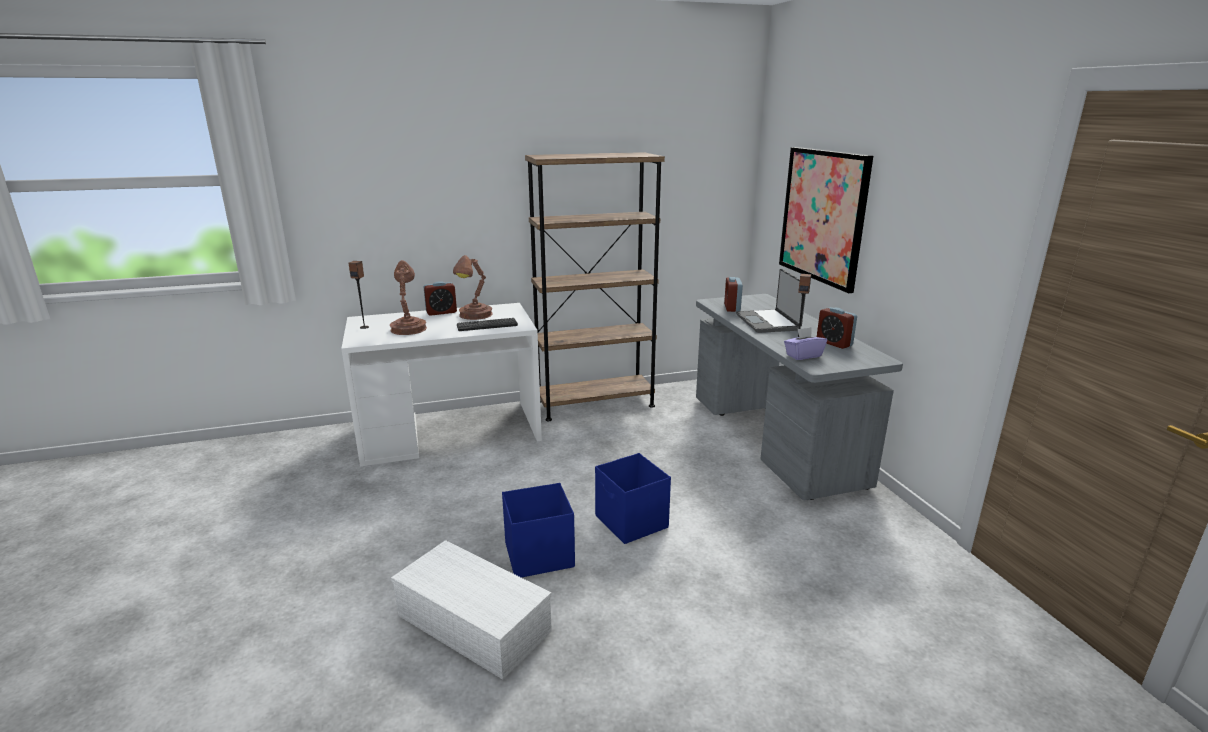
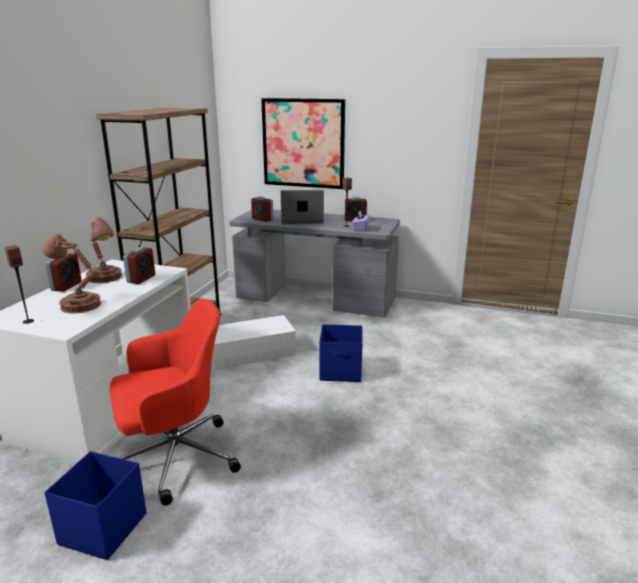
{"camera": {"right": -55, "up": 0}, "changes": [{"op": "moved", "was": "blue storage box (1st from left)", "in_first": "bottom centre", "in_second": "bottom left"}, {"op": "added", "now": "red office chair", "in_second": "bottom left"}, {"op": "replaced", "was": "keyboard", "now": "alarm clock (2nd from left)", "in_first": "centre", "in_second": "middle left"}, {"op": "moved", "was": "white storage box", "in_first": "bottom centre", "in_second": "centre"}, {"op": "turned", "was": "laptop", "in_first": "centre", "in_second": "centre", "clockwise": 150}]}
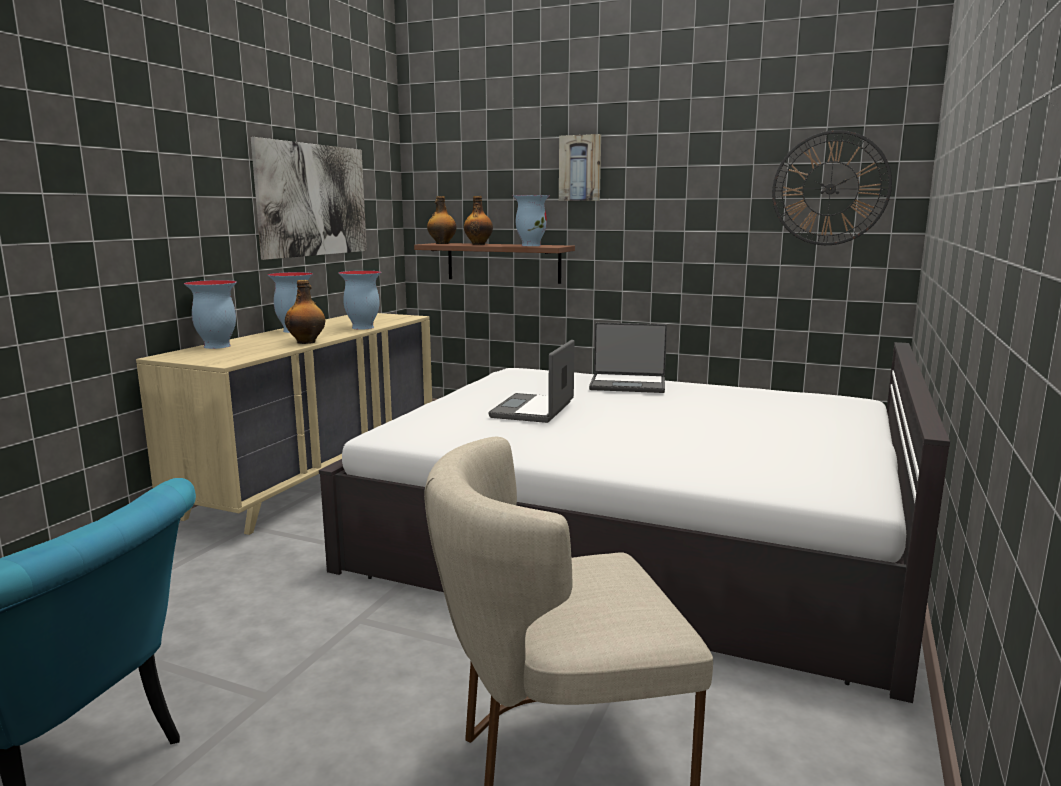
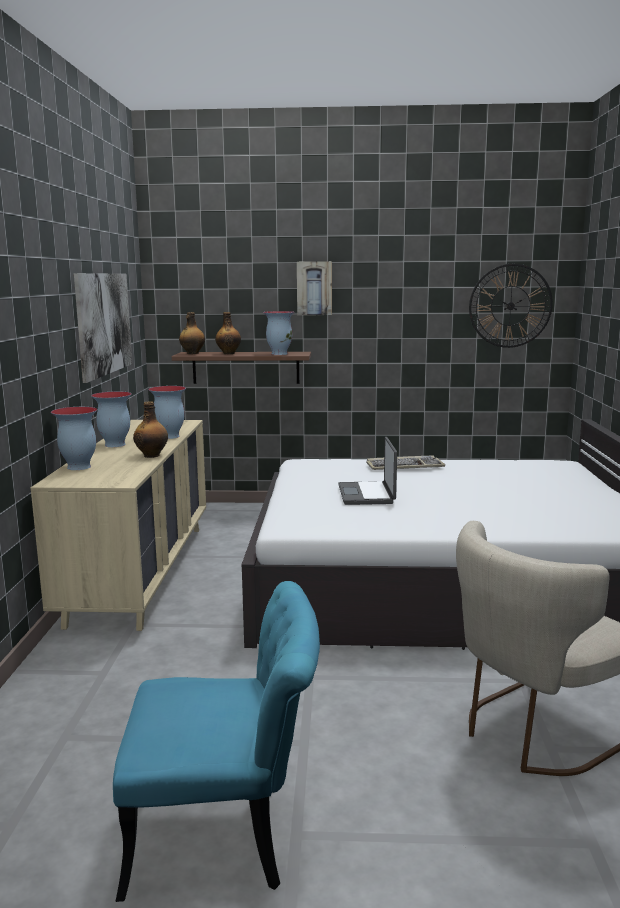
{"camera": {"right": -20, "up": 0}, "changes": [{"op": "replaced", "was": "laptop (2nd from left)", "now": "keyboard", "in_first": "centre", "in_second": "centre"}]}
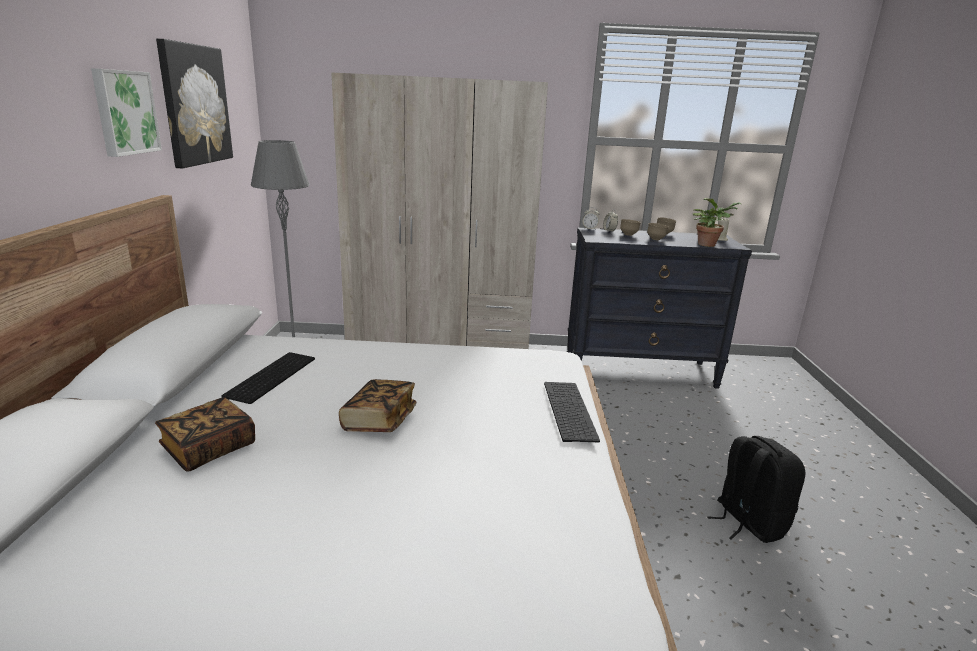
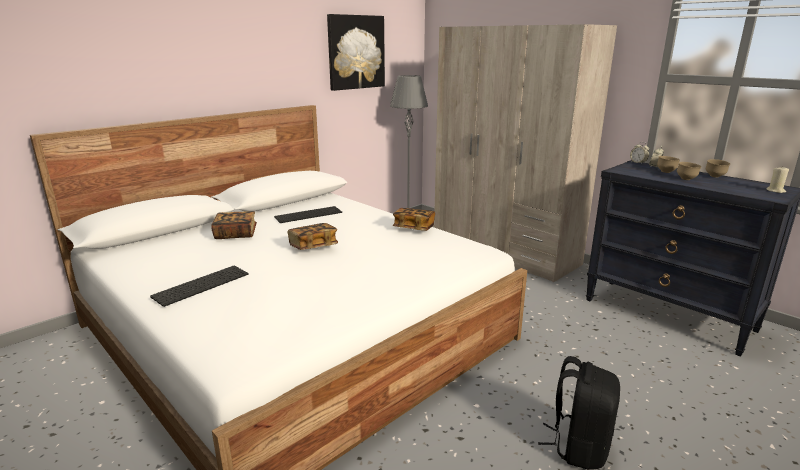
{"camera": {"right": 45, "up": 0}, "changes": [{"op": "moved", "was": "keyboard (2nd from left in the first image)", "now": "keyboard (1st from left)", "in_first": "centre", "in_second": "middle left"}, {"op": "added", "now": "book (3rd from left)", "in_second": "centre"}, {"op": "removed", "was": "picture (1st from left)", "in_first": "top left"}, {"op": "removed", "was": "potted plant", "in_first": "middle right"}]}
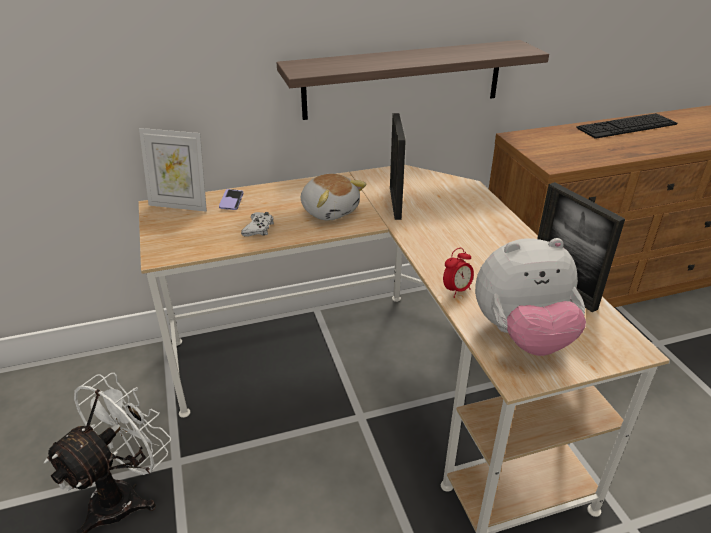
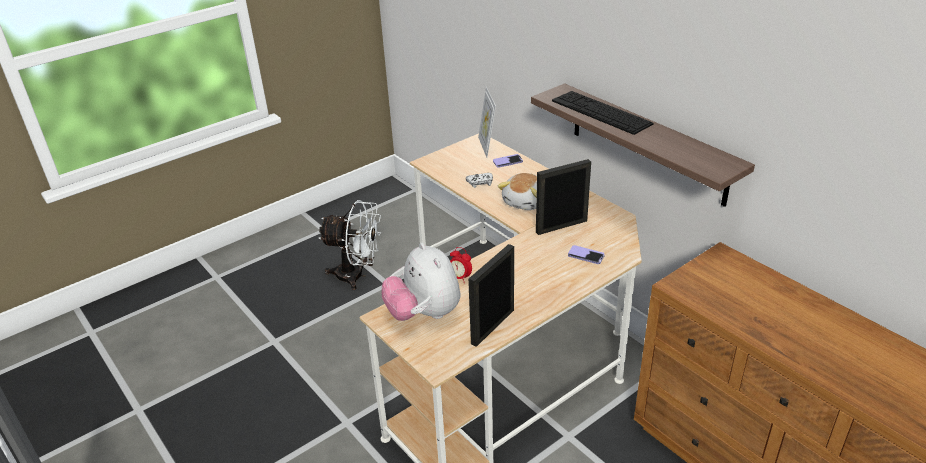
{"camera": {"right": 70, "up": 0}, "changes": [{"op": "moved", "was": "keyboard", "in_first": "top right", "in_second": "top centre"}, {"op": "added", "now": "phone (2nd from left)", "in_second": "centre"}]}
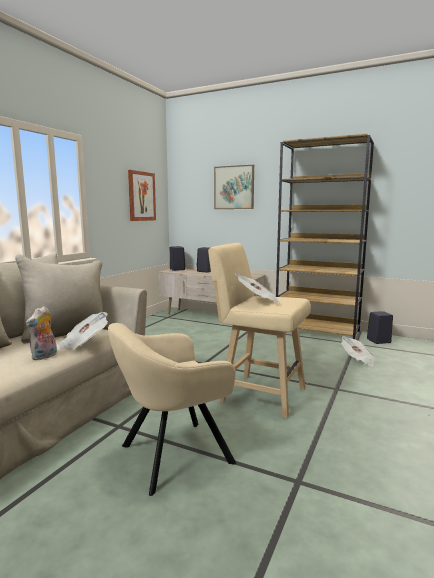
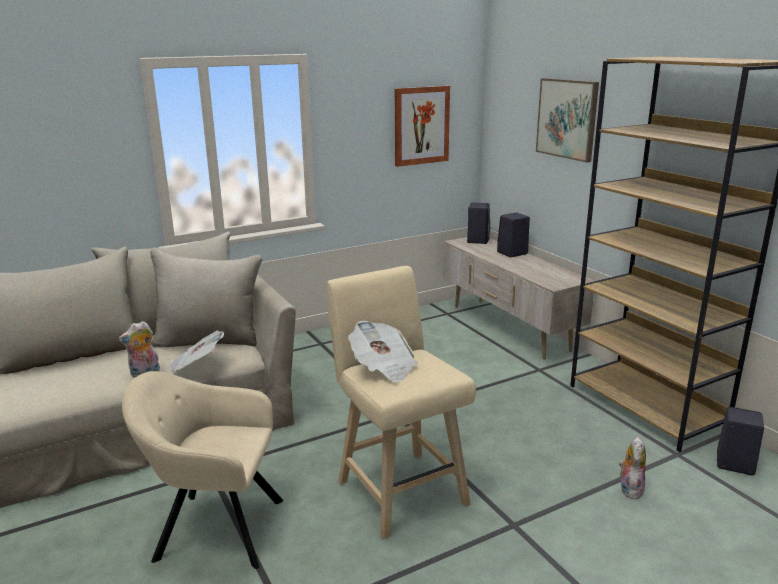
{"camera": {"right": 35, "up": 10}, "changes": [{"op": "replaced", "was": "newspaper (3rd from left)", "now": "plush toy (2nd from left)", "in_first": "middle right", "in_second": "bottom right"}]}
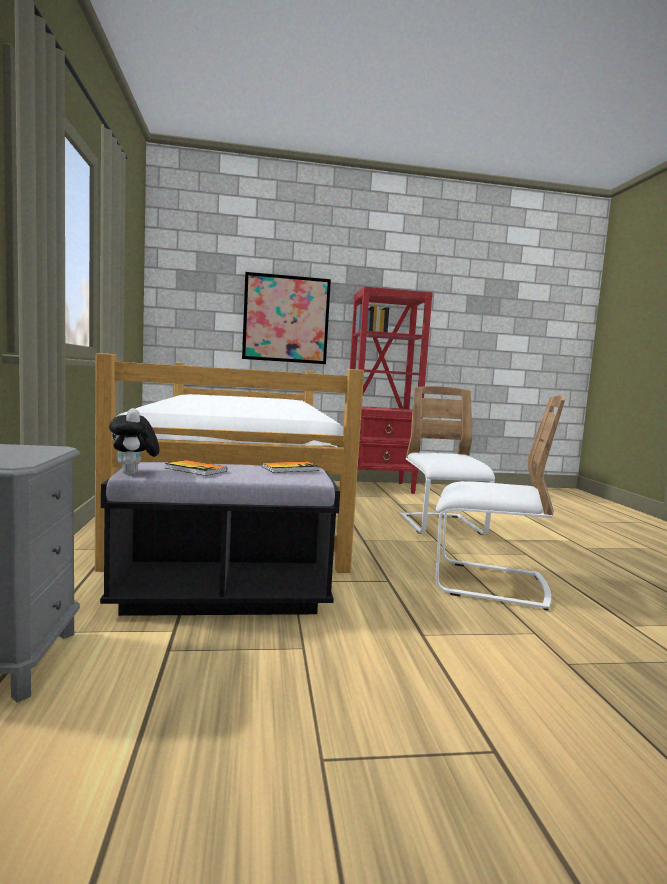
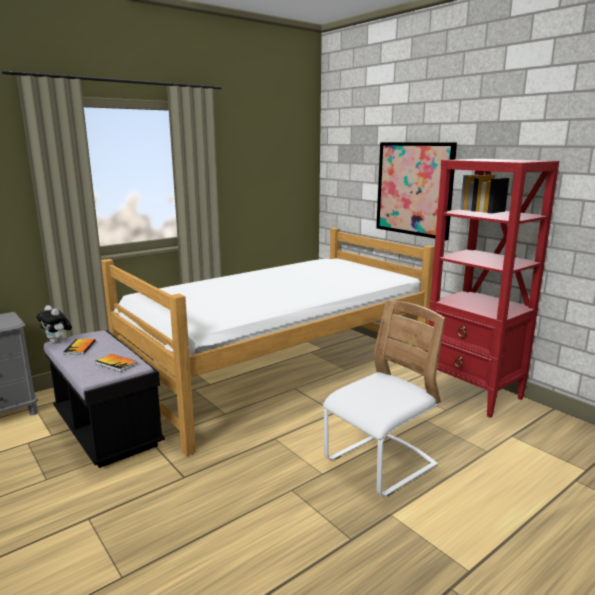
{"camera": {"right": 60, "up": 10}, "changes": [{"op": "turned", "was": "plush toy", "in_first": "middle left", "in_second": "middle left", "clockwise": -90}, {"op": "removed", "was": "white chair (2nd from left)", "in_first": "middle right"}]}
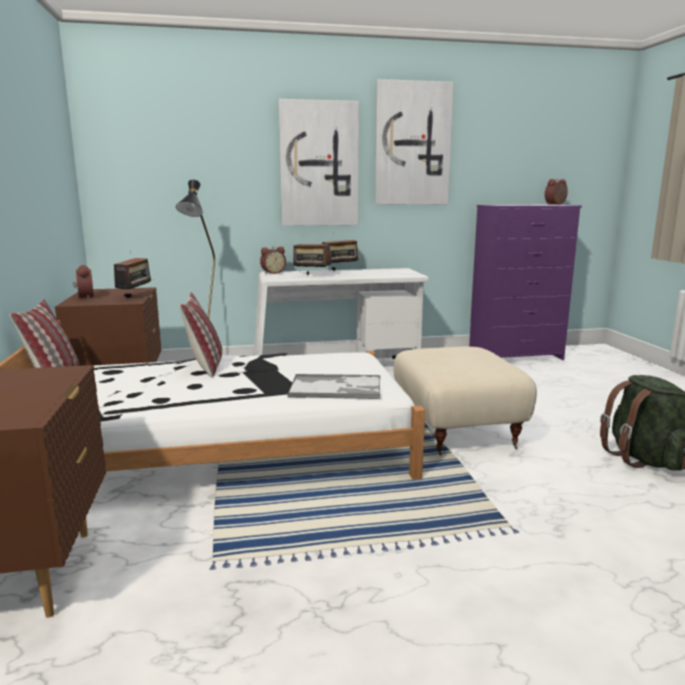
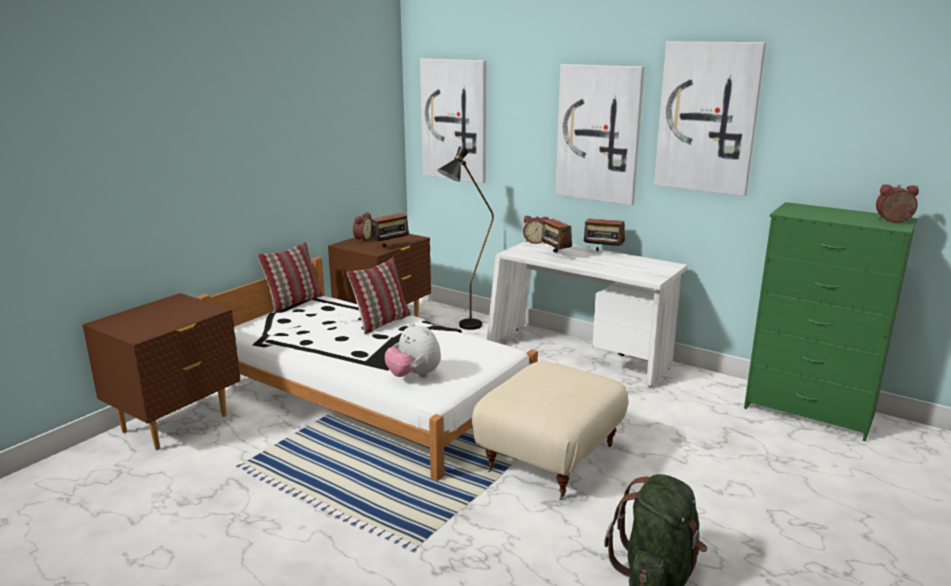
{"camera": {"right": 45, "up": 5}, "changes": [{"op": "replaced", "was": "tray", "now": "plush toy", "in_first": "centre", "in_second": "centre"}, {"op": "added", "now": "picture (1st from left)", "in_second": "top centre"}, {"op": "recoloured", "was": "purple dresser", "now": "green dresser", "in_first": "middle right", "in_second": "middle right"}]}
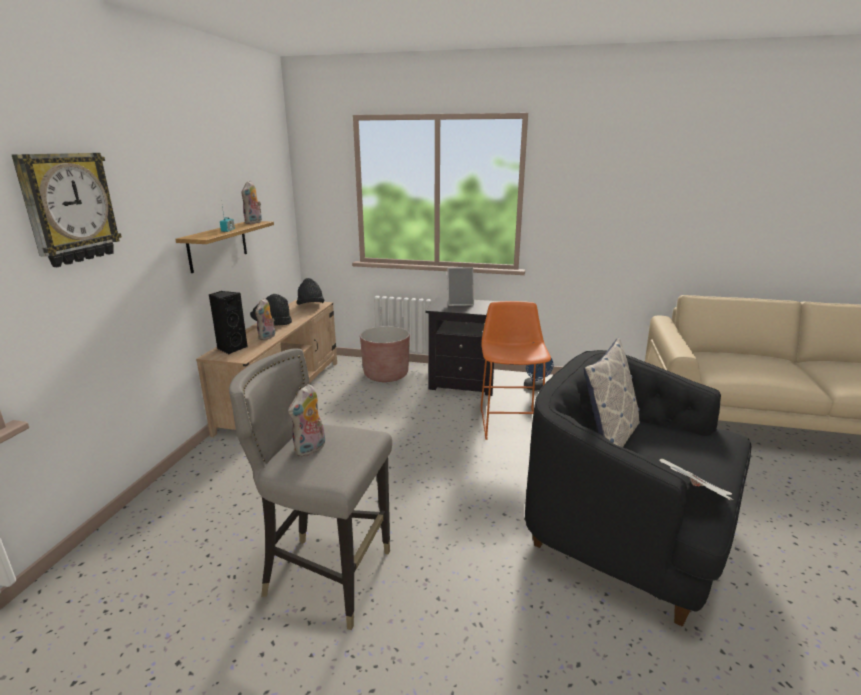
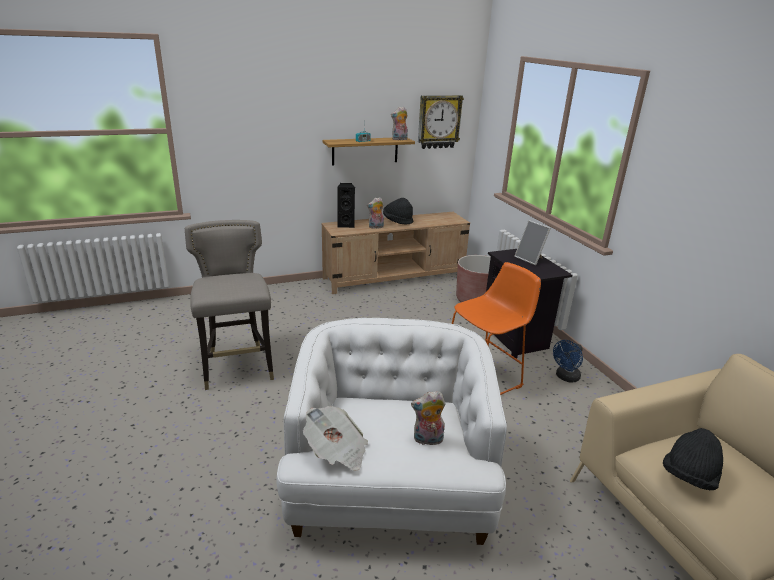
{"camera": {"right": 55, "up": 5}, "changes": [{"op": "recoloured", "was": "black armchair", "now": "white armchair", "in_first": "bottom right", "in_second": "bottom centre"}, {"op": "moved", "was": "plush toy (3rd from left)", "in_first": "centre", "in_second": "bottom centre"}, {"op": "moved", "was": "wall clock", "in_first": "top left", "in_second": "top centre"}, {"op": "moved", "was": "black hat (2nd from left)", "in_first": "centre", "in_second": "bottom right"}, {"op": "removed", "was": "pillow", "in_first": "middle right"}]}
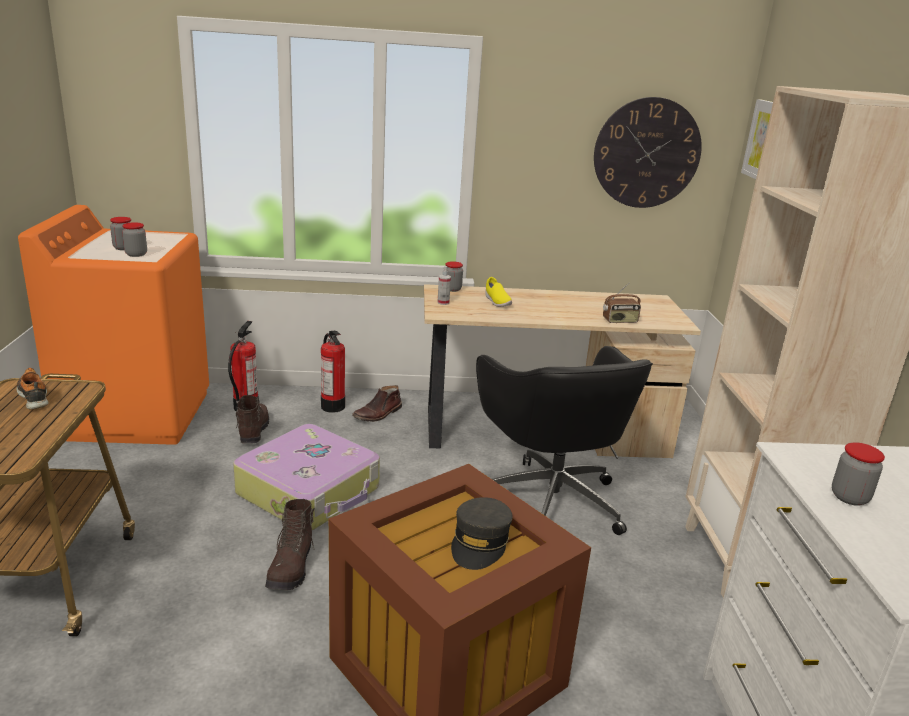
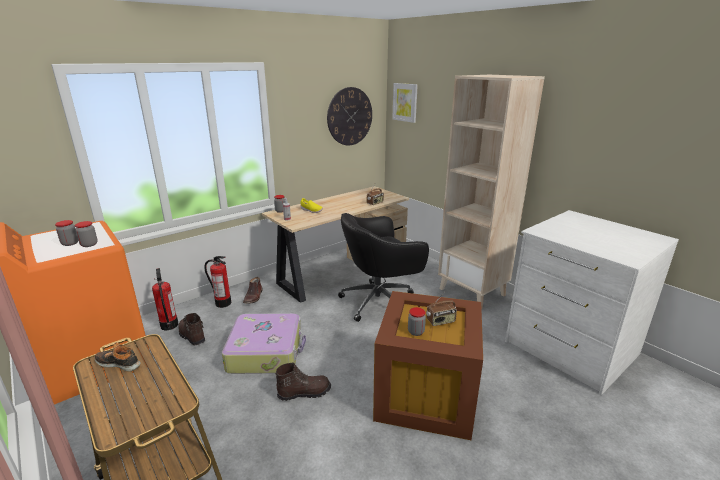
{"camera": {"right": -35, "up": 0}, "changes": [{"op": "turned", "was": "brown boot (2nd from left in the first image)", "in_first": "bottom left", "in_second": "bottom centre", "clockwise": -75}, {"op": "turned", "was": "black office chair", "in_first": "centre", "in_second": "centre", "clockwise": 120}, {"op": "moved", "was": "jar (4th from left)", "in_first": "middle right", "in_second": "bottom centre"}, {"op": "replaced", "was": "grey cap", "now": "radio (2nd from left)", "in_first": "bottom centre", "in_second": "centre"}]}
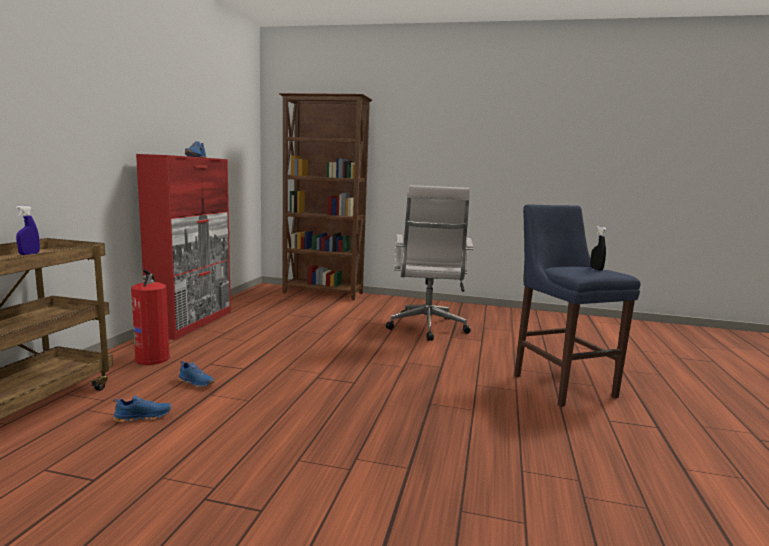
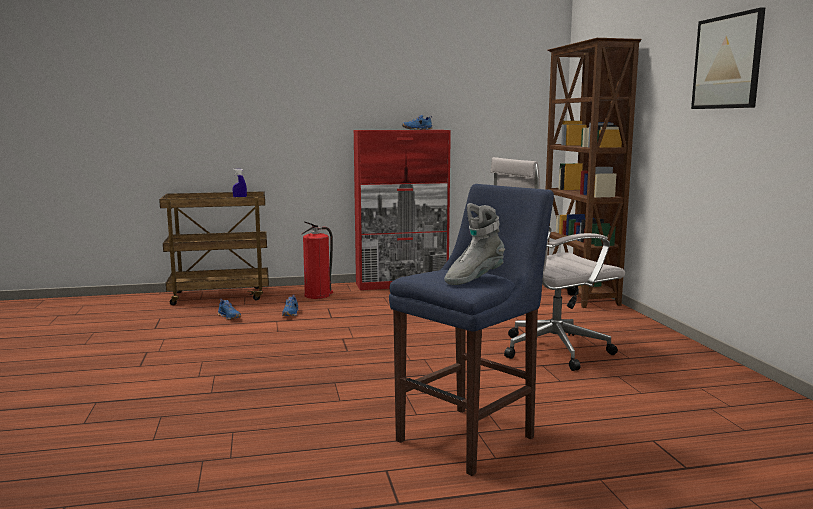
{"camera": {"right": 65, "up": 0}, "changes": [{"op": "replaced", "was": "black spray bottle", "now": "grey boot", "in_first": "middle right", "in_second": "centre"}, {"op": "added", "now": "picture", "in_second": "top right"}]}
